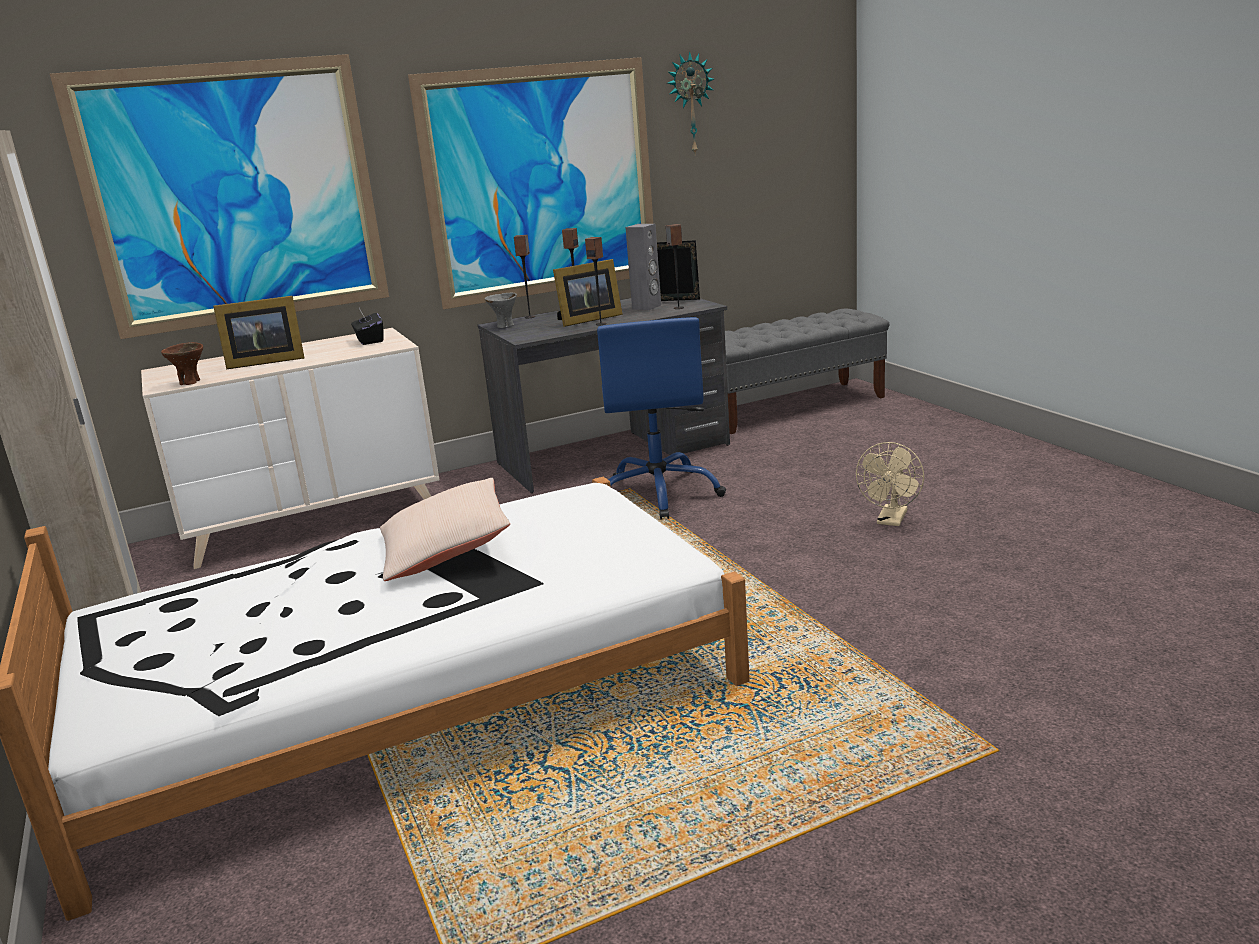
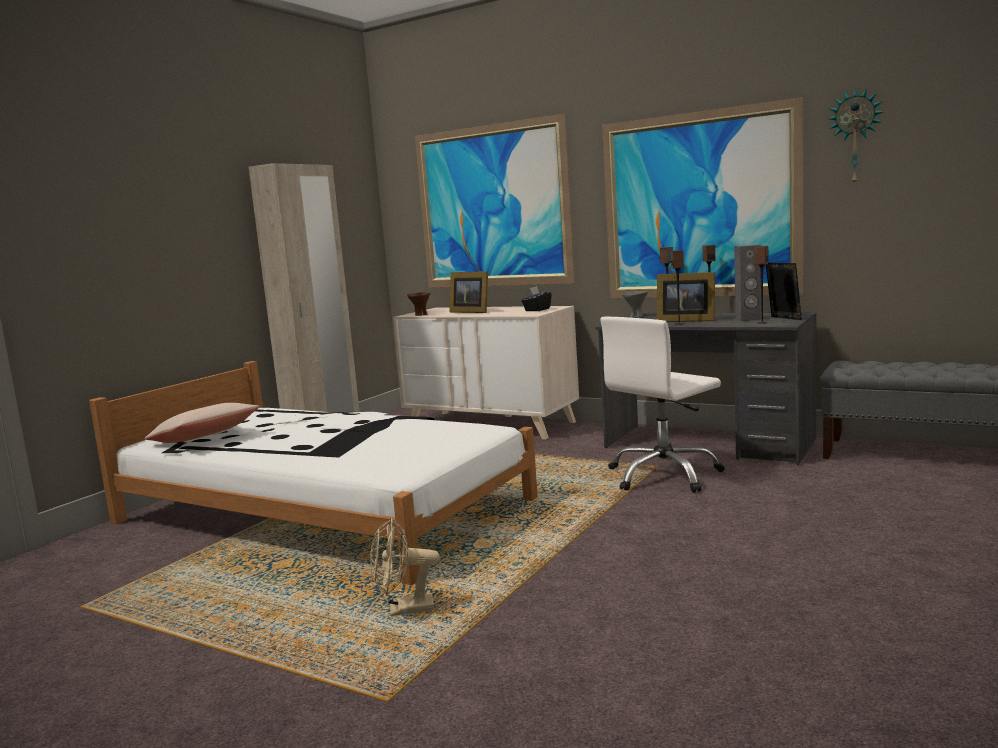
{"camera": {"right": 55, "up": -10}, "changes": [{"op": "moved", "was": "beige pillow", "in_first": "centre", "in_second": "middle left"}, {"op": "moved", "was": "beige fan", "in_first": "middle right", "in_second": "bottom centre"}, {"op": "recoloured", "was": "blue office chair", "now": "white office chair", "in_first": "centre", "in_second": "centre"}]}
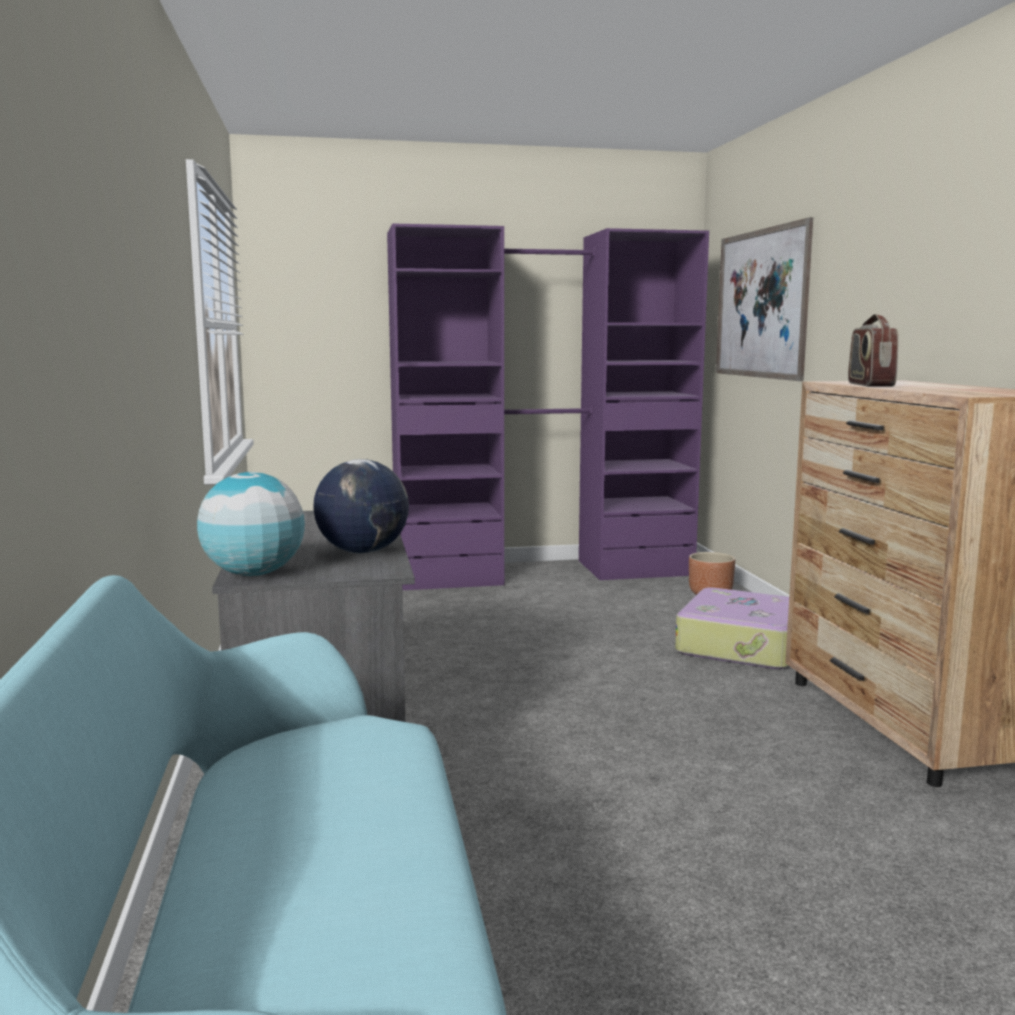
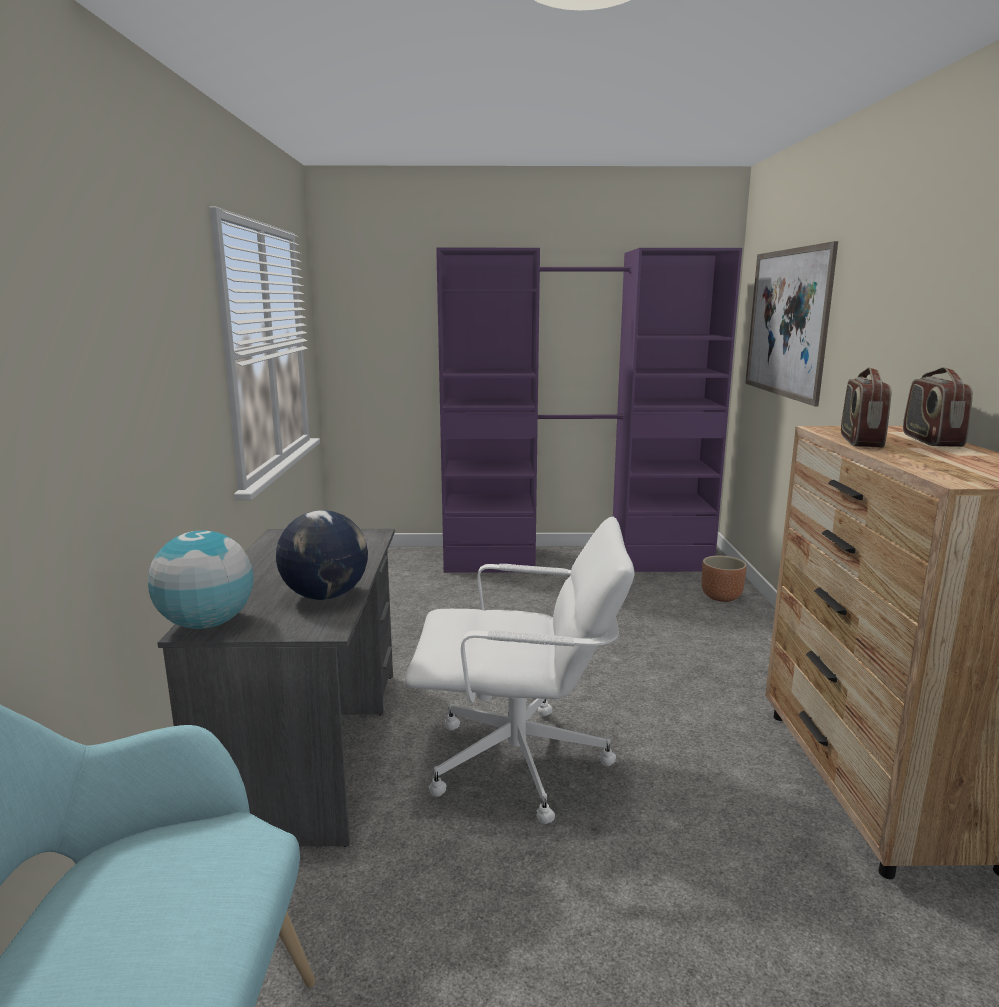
{"camera": {"right": 10, "up": 5}, "changes": [{"op": "added", "now": "white office chair", "in_second": "centre"}, {"op": "added", "now": "radio (2nd from left)", "in_second": "middle right"}, {"op": "removed", "was": "suitcase", "in_first": "middle right"}]}
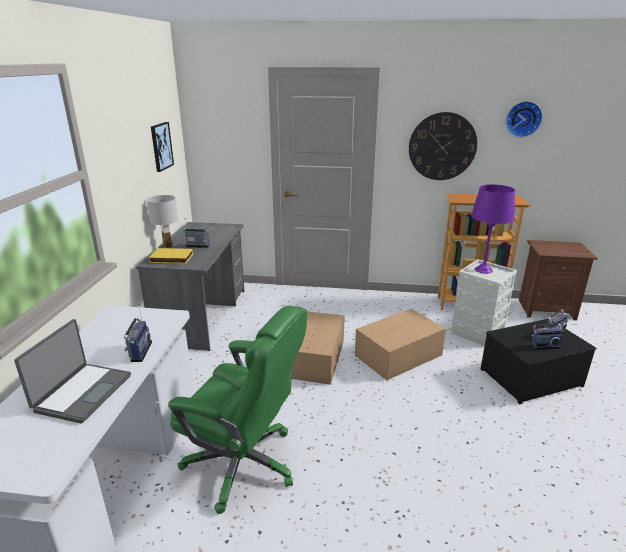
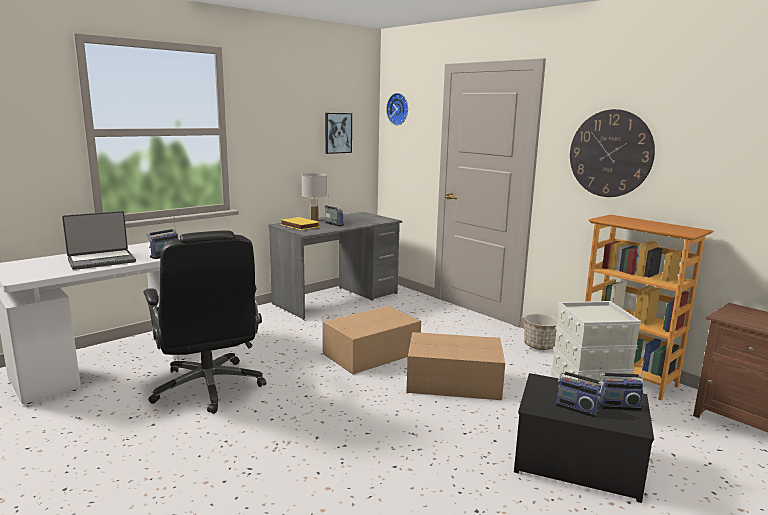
{"camera": {"right": 40, "up": -10}, "changes": [{"op": "recoloured", "was": "green office chair", "now": "black office chair", "in_first": "bottom centre", "in_second": "middle left"}, {"op": "moved", "was": "wall clock (2nd from left in the first image)", "now": "wall clock (1st from left)", "in_first": "top right", "in_second": "top centre"}, {"op": "added", "now": "planter", "in_second": "middle right"}, {"op": "removed", "was": "purple table lamp", "in_first": "middle right"}]}
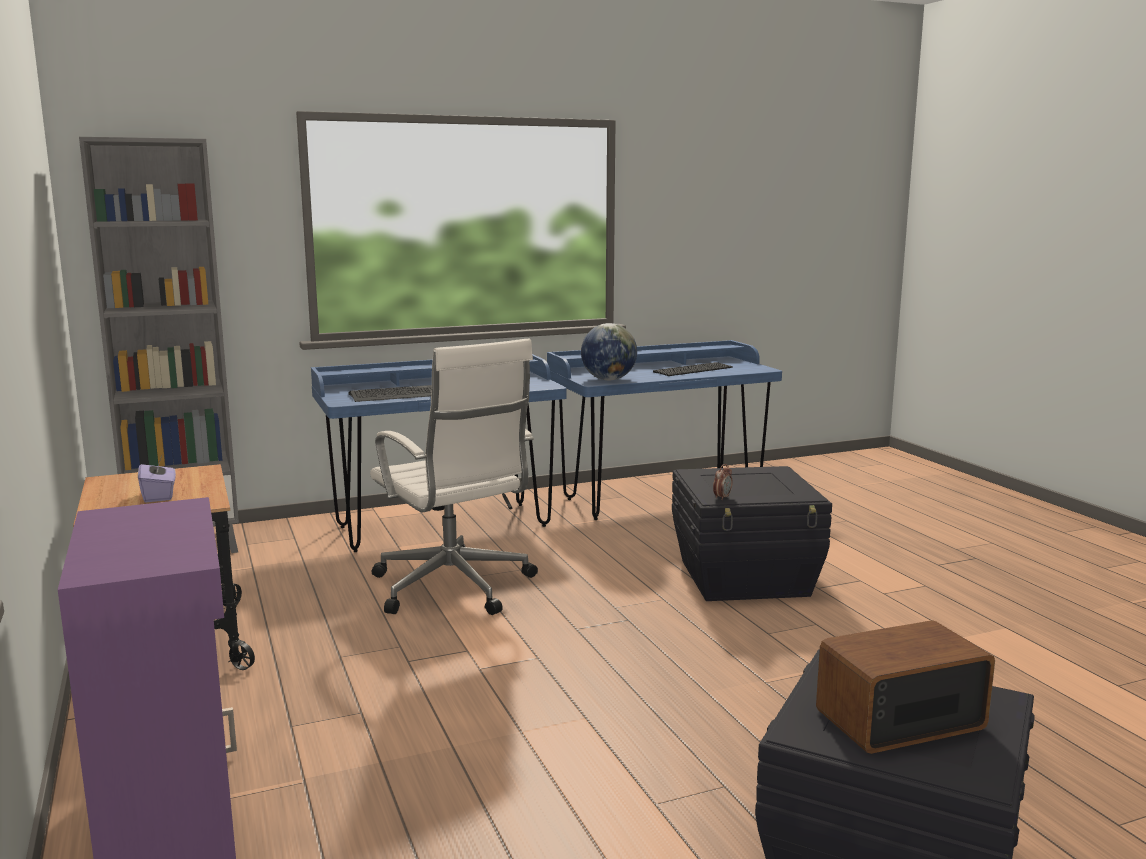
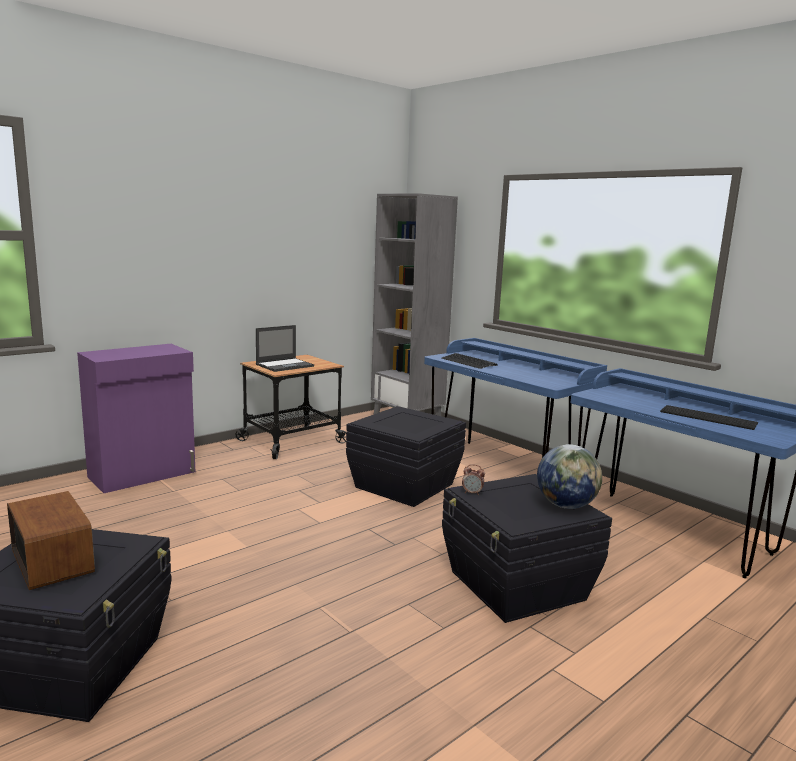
{"camera": {"right": 70, "up": 0}, "changes": [{"op": "replaced", "was": "purple tissue box", "now": "laptop", "in_first": "middle left", "in_second": "centre"}, {"op": "replaced", "was": "white office chair", "now": "black storage box (2nd from left)", "in_first": "centre", "in_second": "centre"}, {"op": "moved", "was": "globe", "in_first": "centre", "in_second": "middle right"}]}
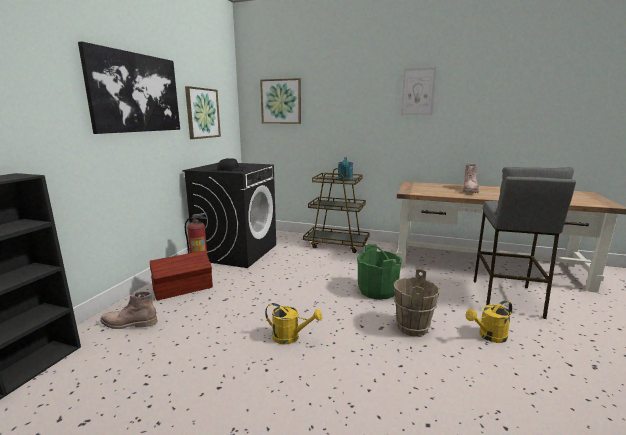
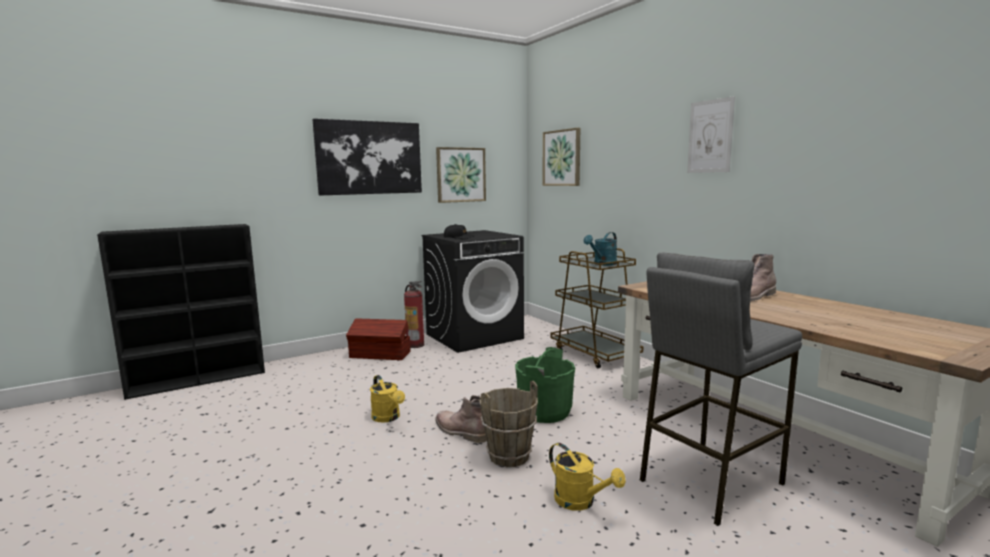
{"camera": {"right": 40, "up": -5}, "changes": [{"op": "moved", "was": "brown boot (1st from left)", "in_first": "bottom left", "in_second": "bottom centre"}, {"op": "turned", "was": "yellow watering can (2nd from left)", "in_first": "bottom right", "in_second": "bottom centre", "clockwise": -150}]}
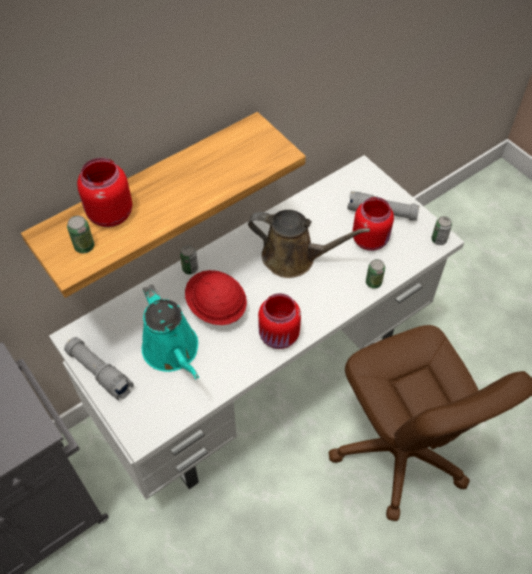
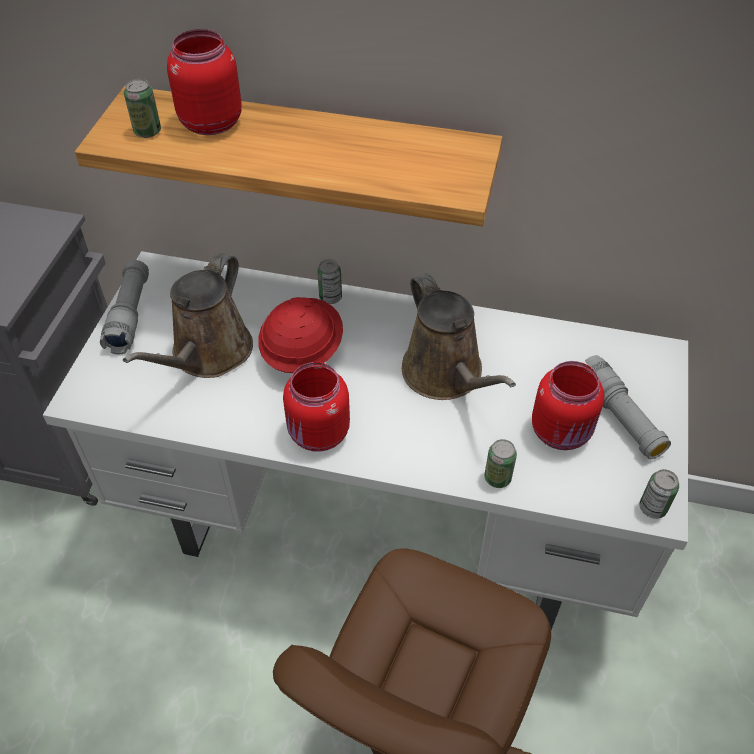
{"camera": {"right": 50, "up": -5}, "changes": [{"op": "recoloured", "was": "turquoise watering can", "now": "brown watering can (1st from left)", "in_first": "middle left", "in_second": "middle left"}]}
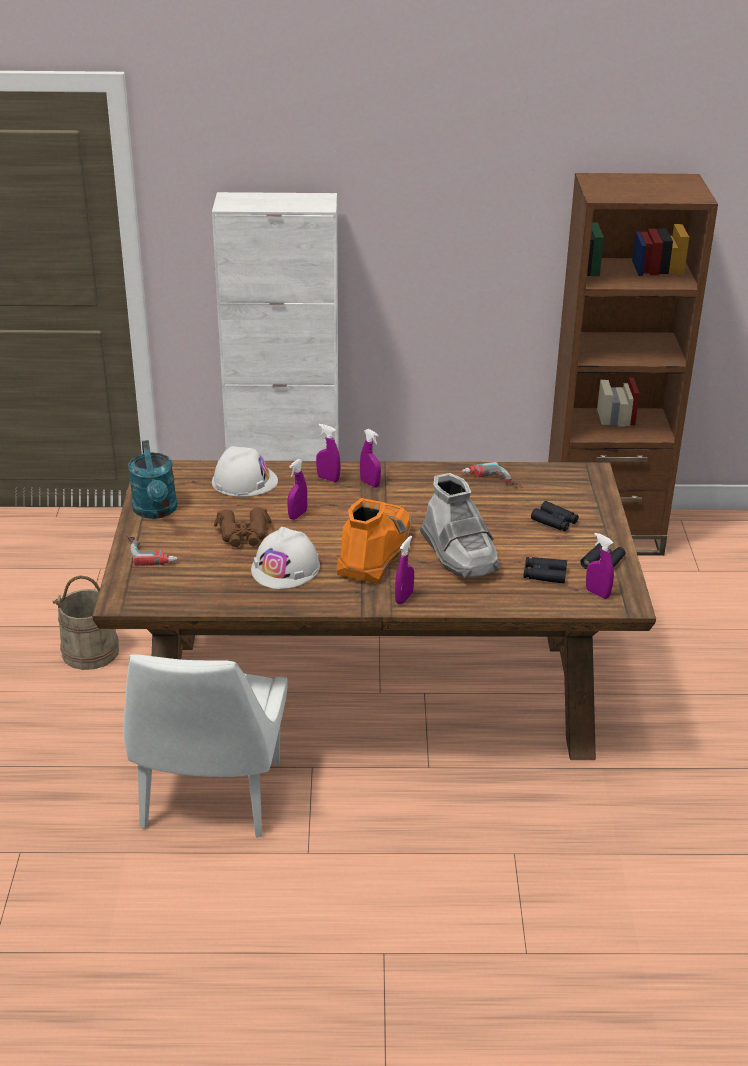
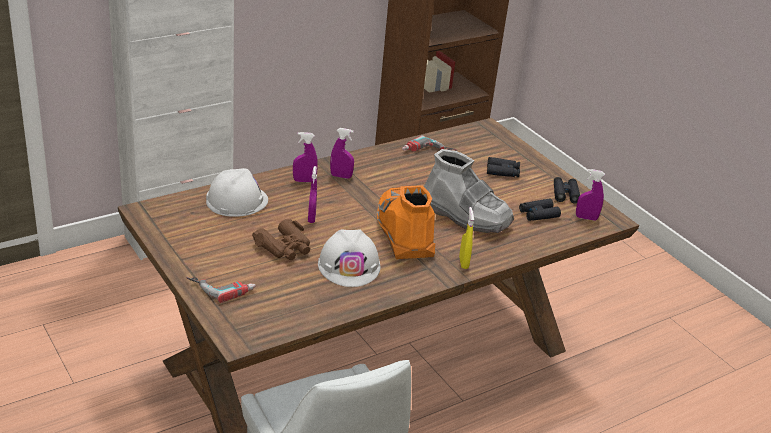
{"camera": {"right": -35, "up": 0}, "changes": [{"op": "recoloured", "was": "purple spray bottle (4th from left)", "now": "yellow spray bottle", "in_first": "centre", "in_second": "centre"}, {"op": "removed", "was": "beige bucket", "in_first": "middle left"}, {"op": "removed", "was": "turquoise watering can", "in_first": "middle left"}]}
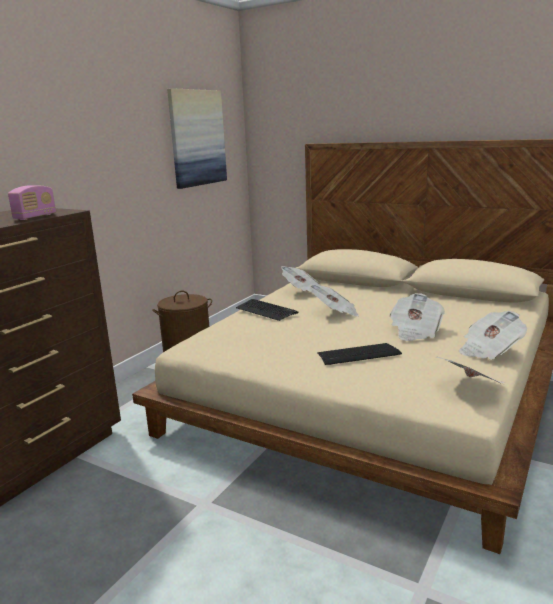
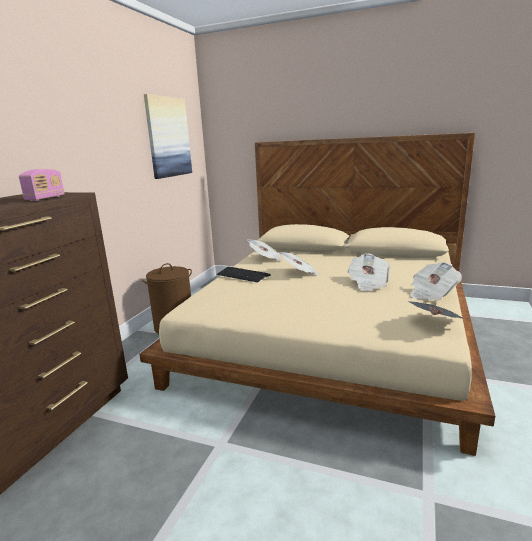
{"camera": {"right": -10, "up": 0}, "changes": [{"op": "removed", "was": "keyboard (2nd from left)", "in_first": "centre"}]}
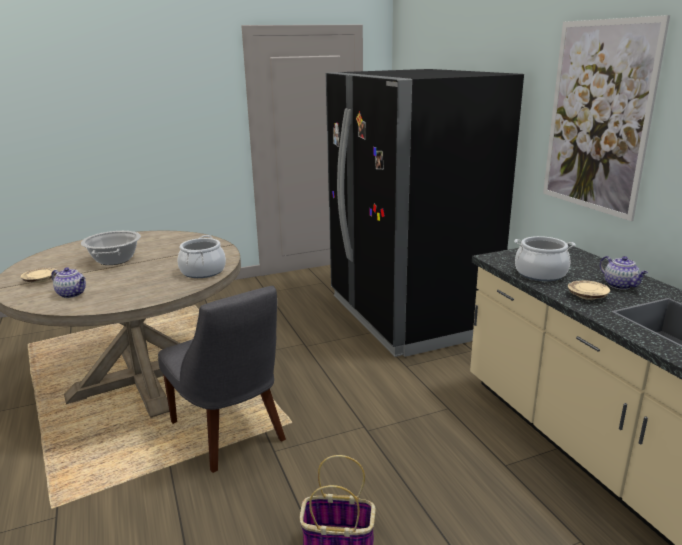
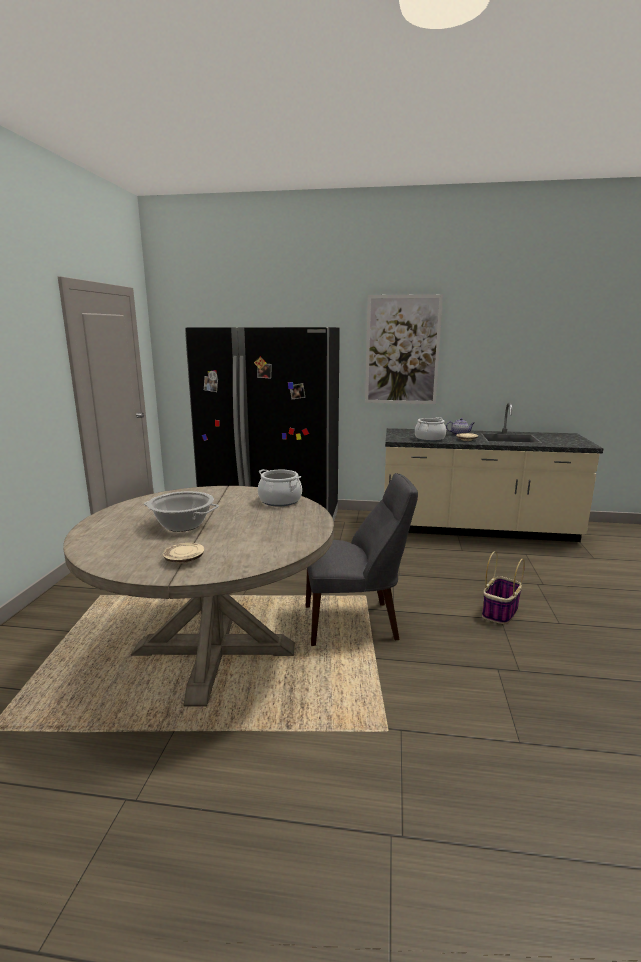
{"camera": {"right": -60, "up": -5}, "changes": [{"op": "removed", "was": "teapot (1st from left)", "in_first": "middle left"}]}
